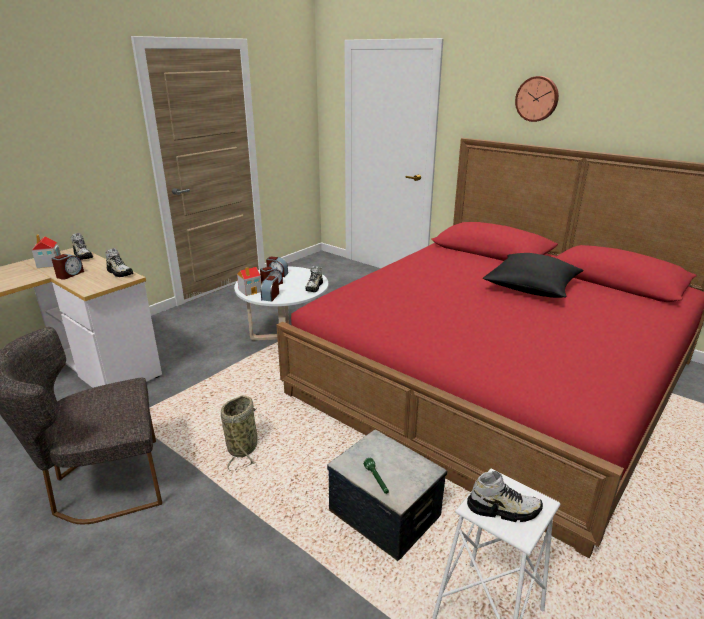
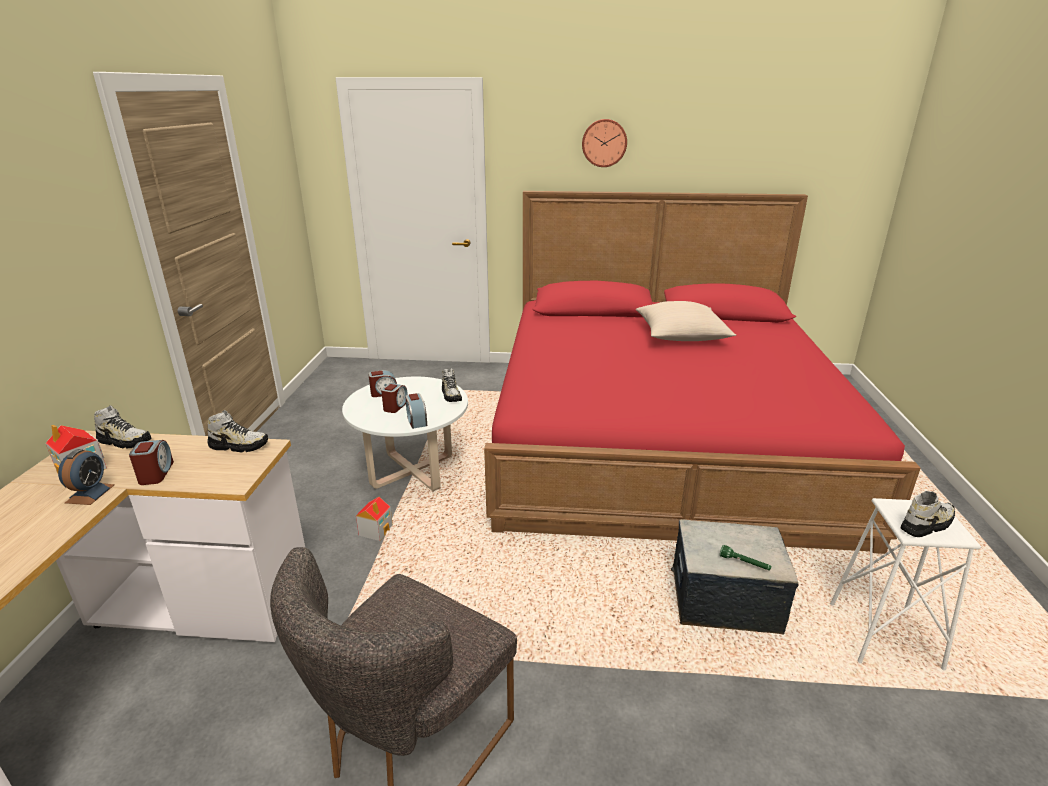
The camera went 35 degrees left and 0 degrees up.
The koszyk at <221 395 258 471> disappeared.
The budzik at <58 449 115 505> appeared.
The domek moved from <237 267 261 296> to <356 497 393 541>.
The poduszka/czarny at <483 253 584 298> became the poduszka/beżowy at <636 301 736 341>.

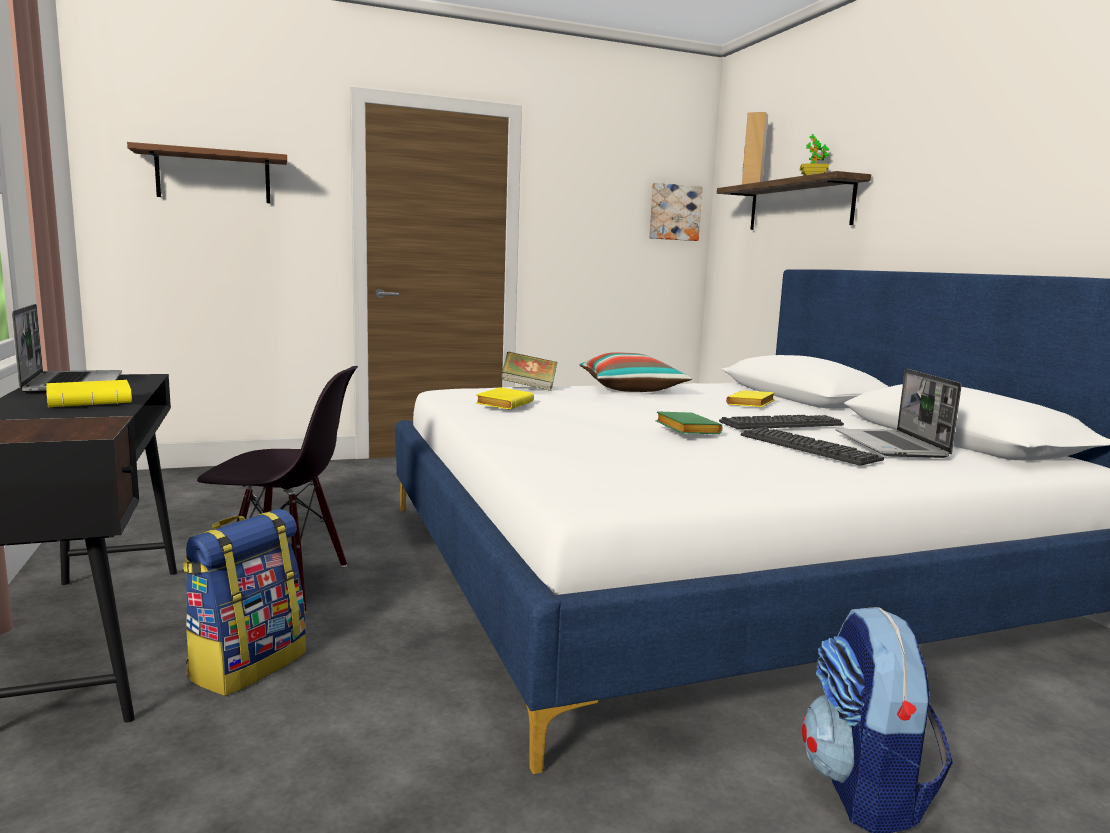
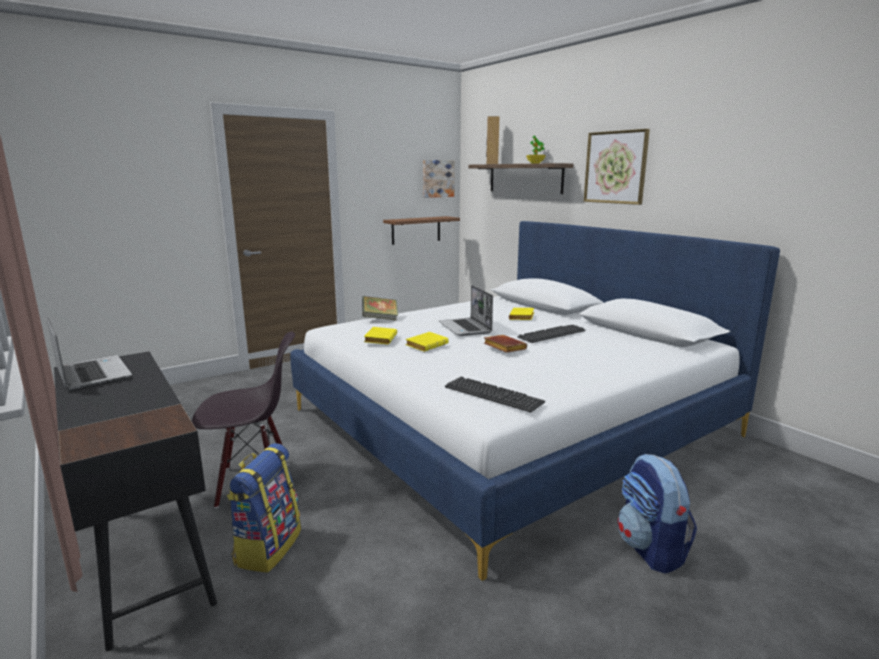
The camera went 15 degrees left and 5 degrees up.
The poduszka at <579 352 692 392> disappeared.
The obraz at <584 129 650 205> appeared.
The książka/żółty moved from <46 380 132 407> to <406 332 449 352>.
The półka/brązowy moved from <127 142 287 203> to <383 216 460 245>.
The klawiatura moved from <741 427 884 466> to <445 376 545 413>.
The laptop moved from <836 369 961 458> to <439 285 493 336>.
The książka/zielony at <656 411 723 434> became the książka/brązowy at <484 335 527 353>.

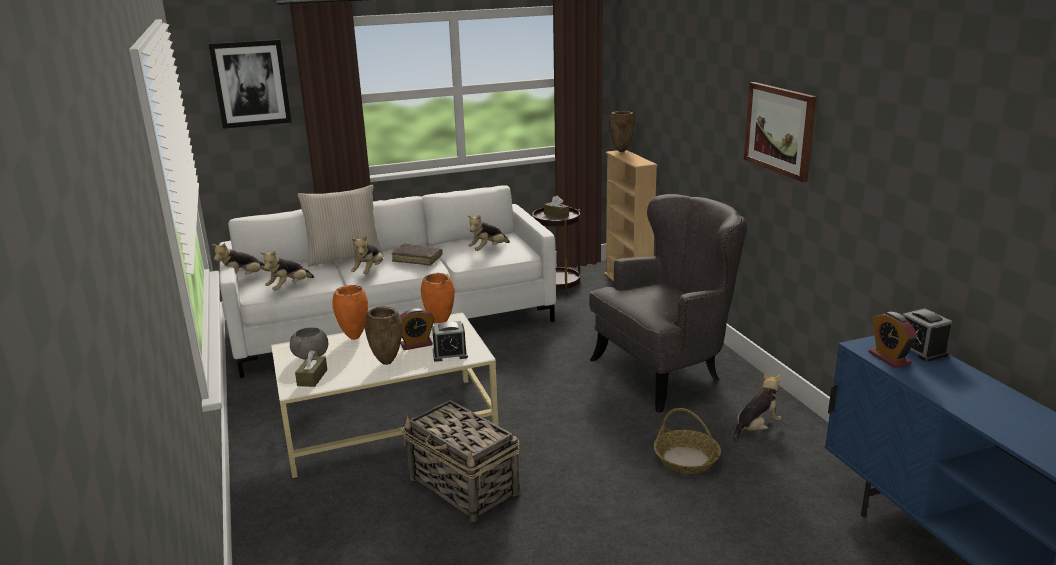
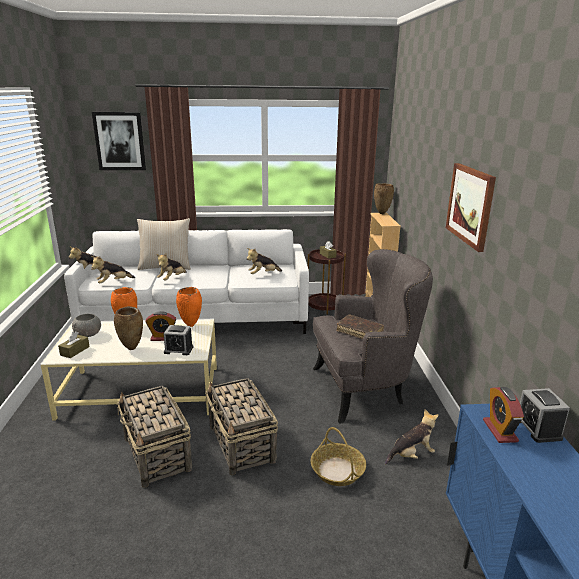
The camera went 15 degrees right and 0 degrees up.
The koszyk at <205 378 278 475> appeared.
The książka/brązowy moved from <392 244 443 266> to <336 314 384 339>.

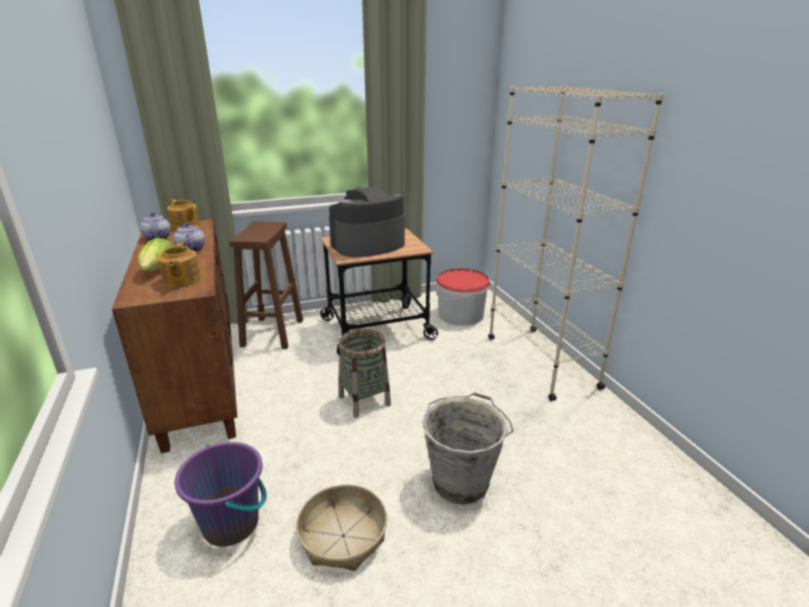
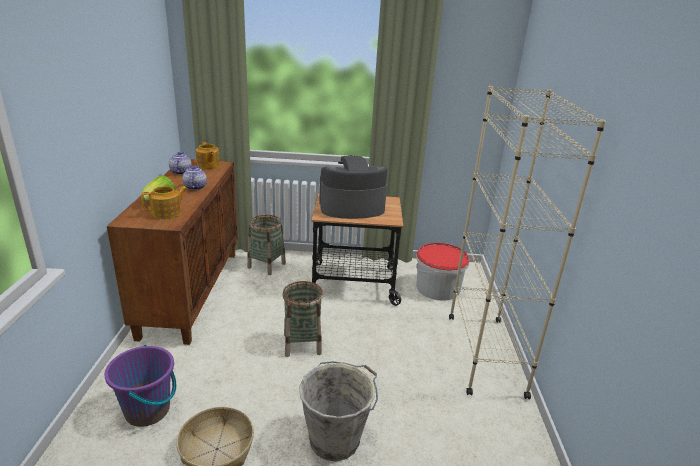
The camera went 20 degrees right and 0 degrees up.
The stołek/brązowy at <229 221 303 349> was replaced by the koszyk at <247 215 286 275>.
The imbryk at <158 242 201 288> turned 135 degrees counterclockwise.

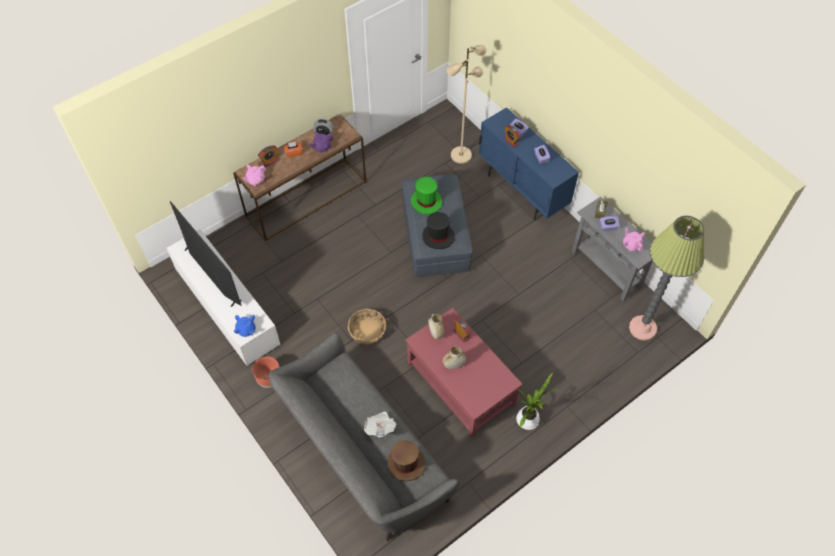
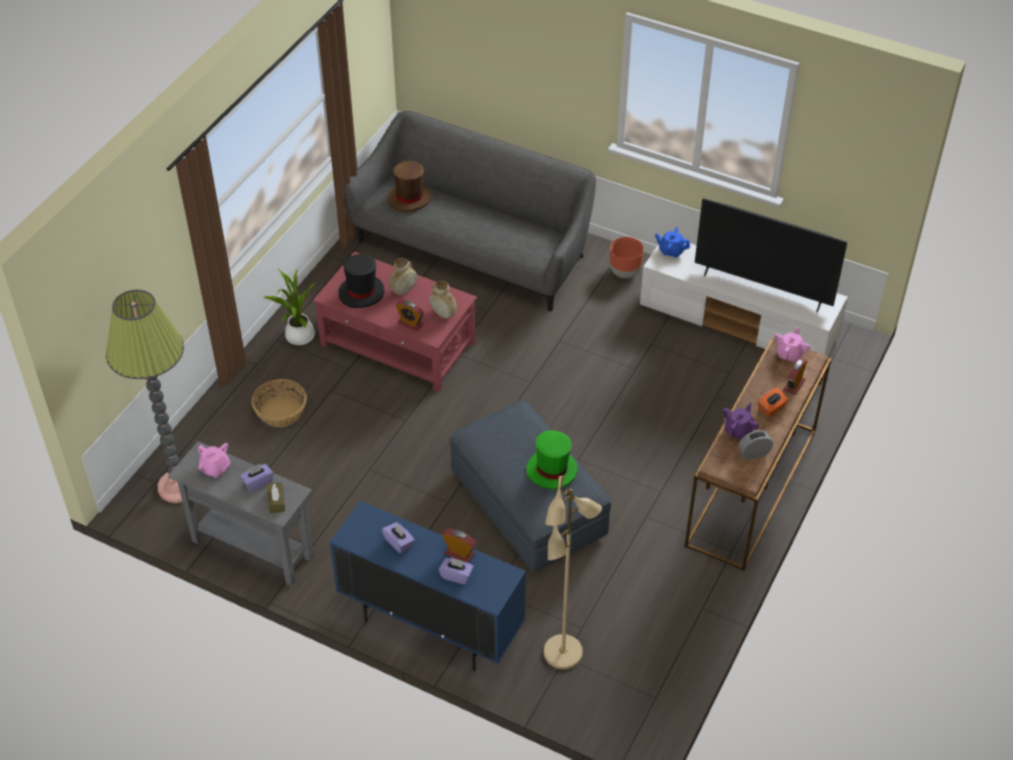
The camera went 155 degrees right and 10 degrees down.
The gazeta at <364 412 397 438> disappeared.
The koszyk moved from <348 309 386 344> to <252 379 307 427>.
The kapelusz/czarny moved from <422 212 455 249> to <338 254 385 308>.

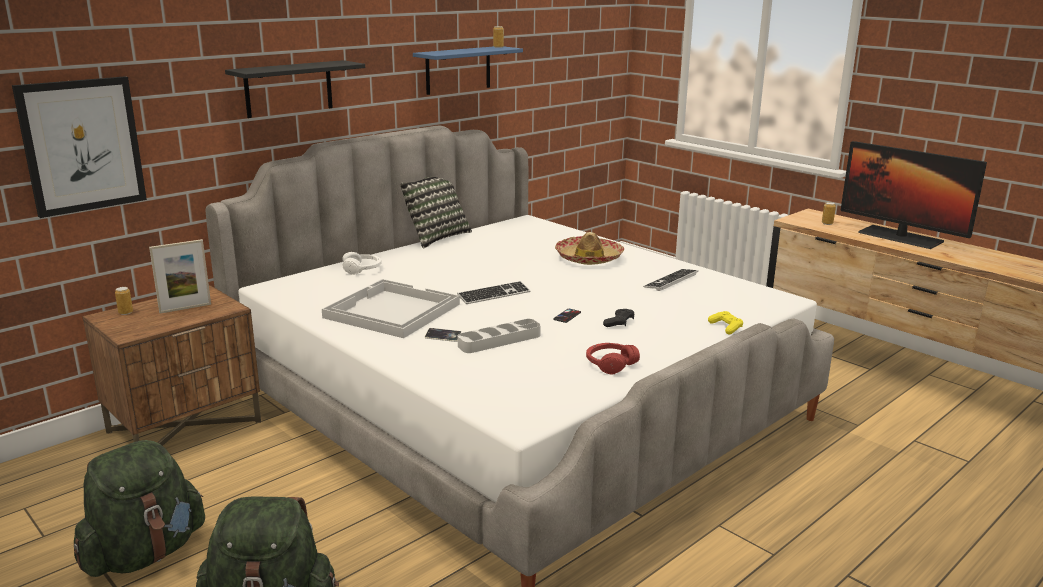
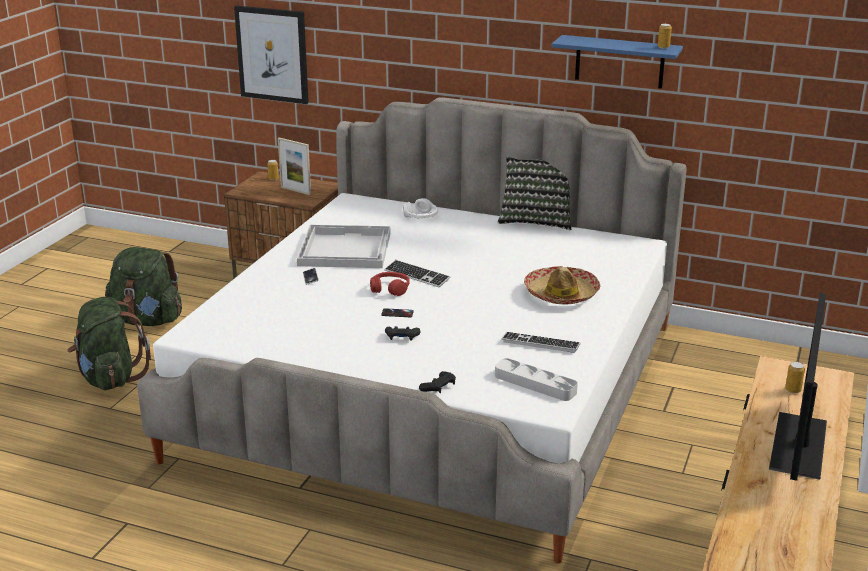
The camera went 65 degrees right and 5 degrees up.
The półka/czarny at <225 60 365 118> disappeared.
The taca/szary moved from <458 319 541 353> to <495 358 578 401>.
The słuchawki/czerwony moved from <586 343 640 374> to <370 272 410 296>.
The pad do gier/żółty at <708 311 743 334> became the pad do gier/czarny at <419 371 456 393>.

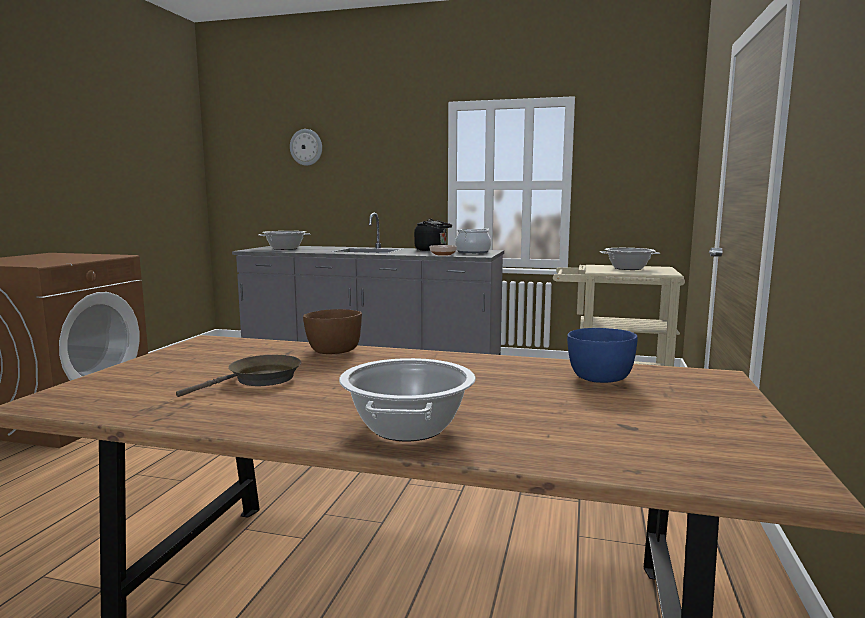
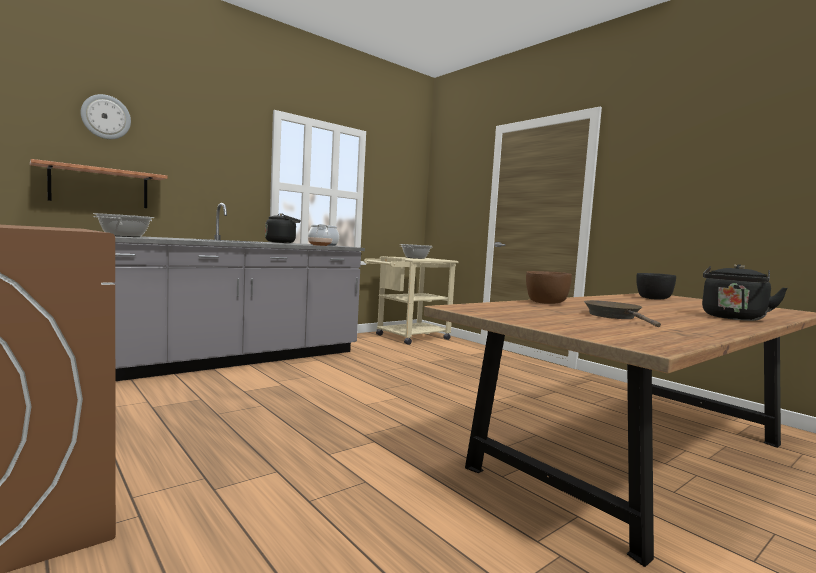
The camera went 55 degrees left and 5 degrees down.
The półka at <30 159 168 208> appeared.
The garnek at <339 358 476 441> was replaced by the czajnik/czarny at <702 264 788 321>.
The miska/niebieski at <567 328 638 383> became the miska/czarny at <636 273 676 299>.

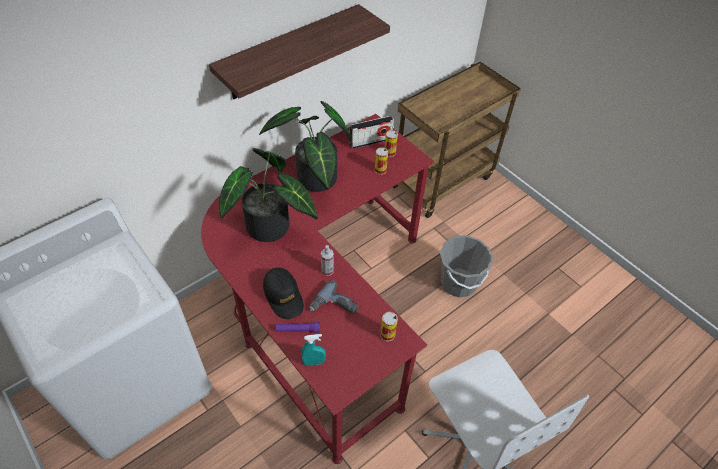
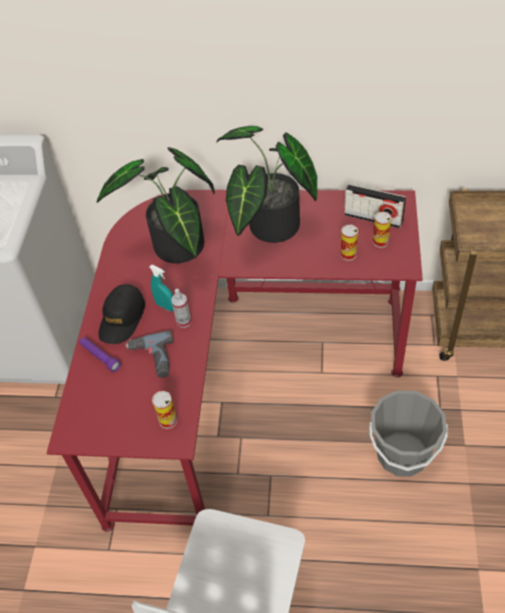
The camera went 50 degrees right and 0 degrees up.
The półka at <209 4 390 100> disappeared.
The spryskiwacz/turkusowy moved from <301 334 326 366> to <149 265 173 311>.

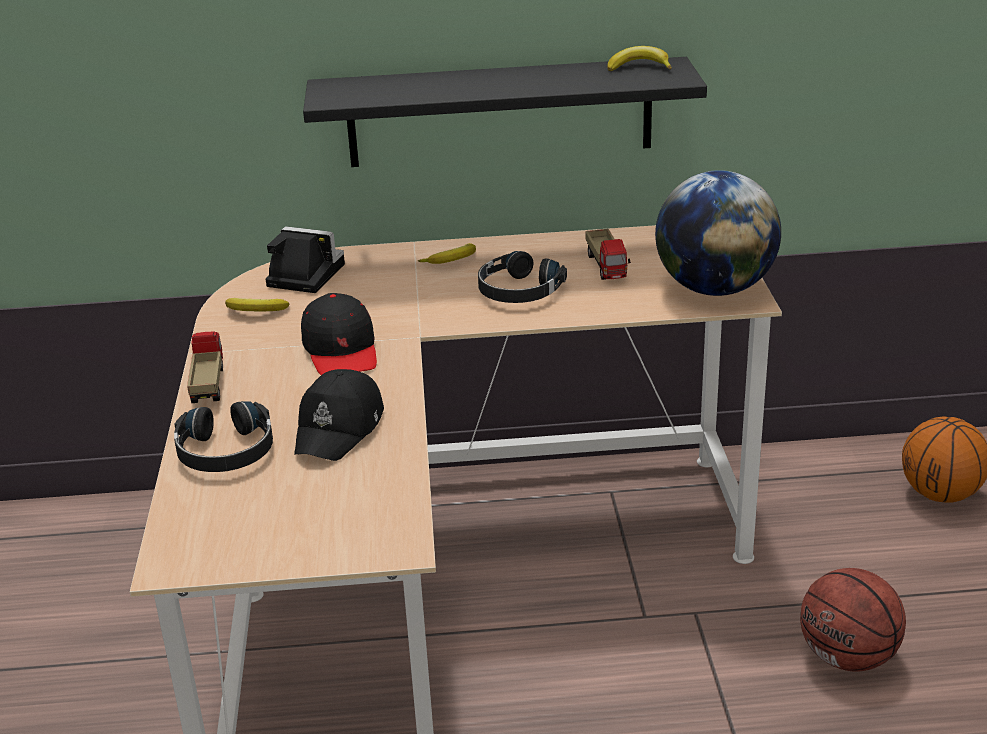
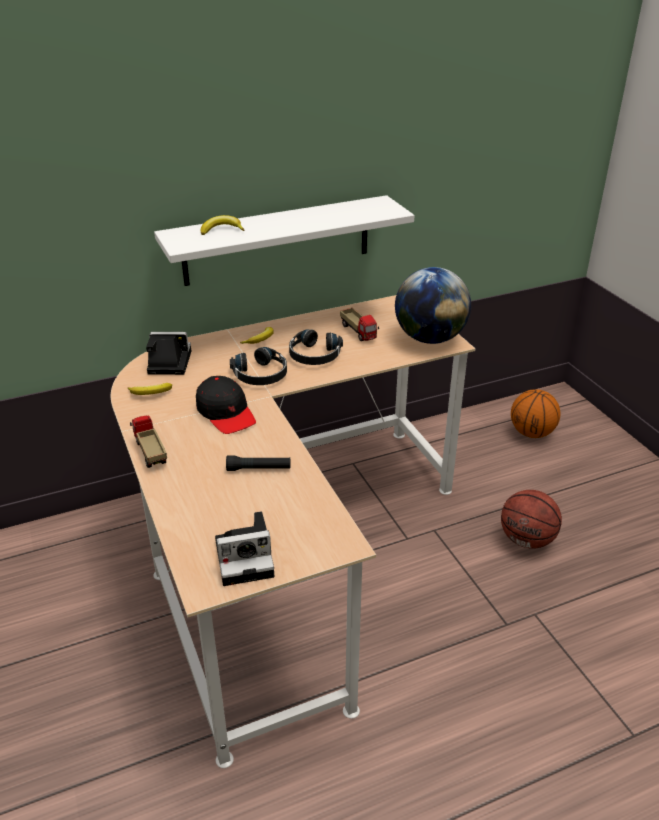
The camera went 20 degrees left and 5 degrees up.
The aparat fotograficzny at <215 511 274 586> appeared.
The słuchawki/czarny moved from <174 401 273 472> to <230 347 287 385>.
The banan moved from <607 46 672 71> to <201 215 244 235>.
The czapka z daszkiem/czarny at <294 369 384 461> was replaced by the latarka/czarny at <226 455 290 471>.
The półka/czarny at <303 57 707 167> became the półka/biały at <154 195 414 286>.

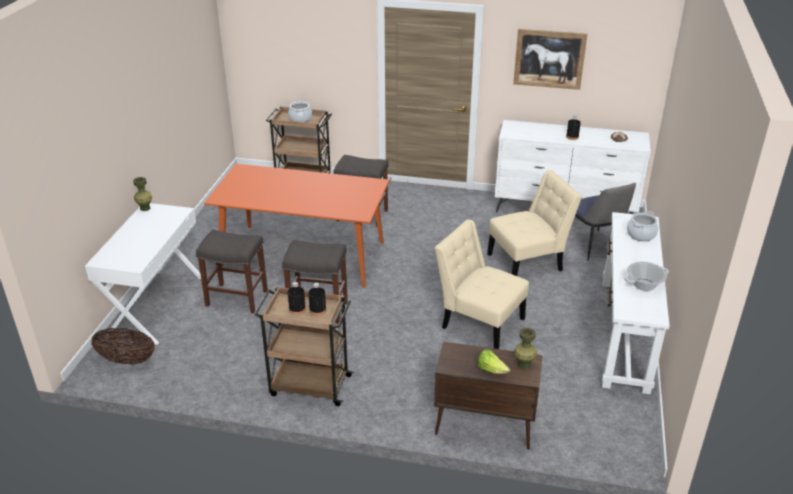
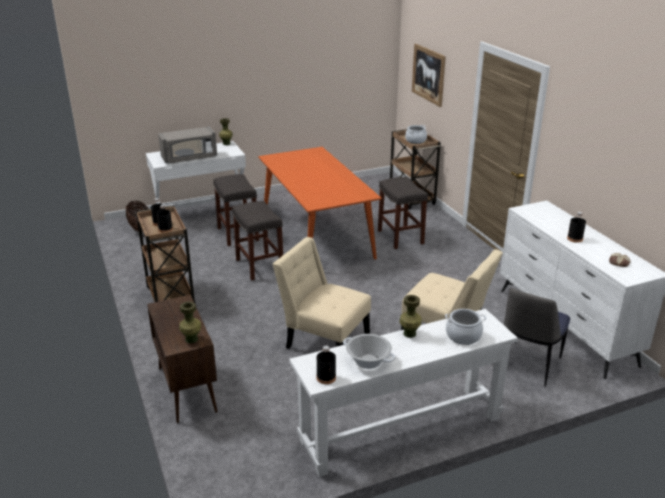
The camera went 55 degrees right and 5 degrees down.
The sałata at <478 349 510 374> disappeared.
The mikrofalówka/szary at <158 126 217 163> appeared.
The butelka/czarny at <316 346 336 384> appeared.
The wazon/zielony at <399 295 422 338> appeared.
The obraz moved from <513 29 587 90> to <412 44 446 107>.
The krzesło/beżowy at <435 219 529 349> turned 60 degrees counterclockwise.

